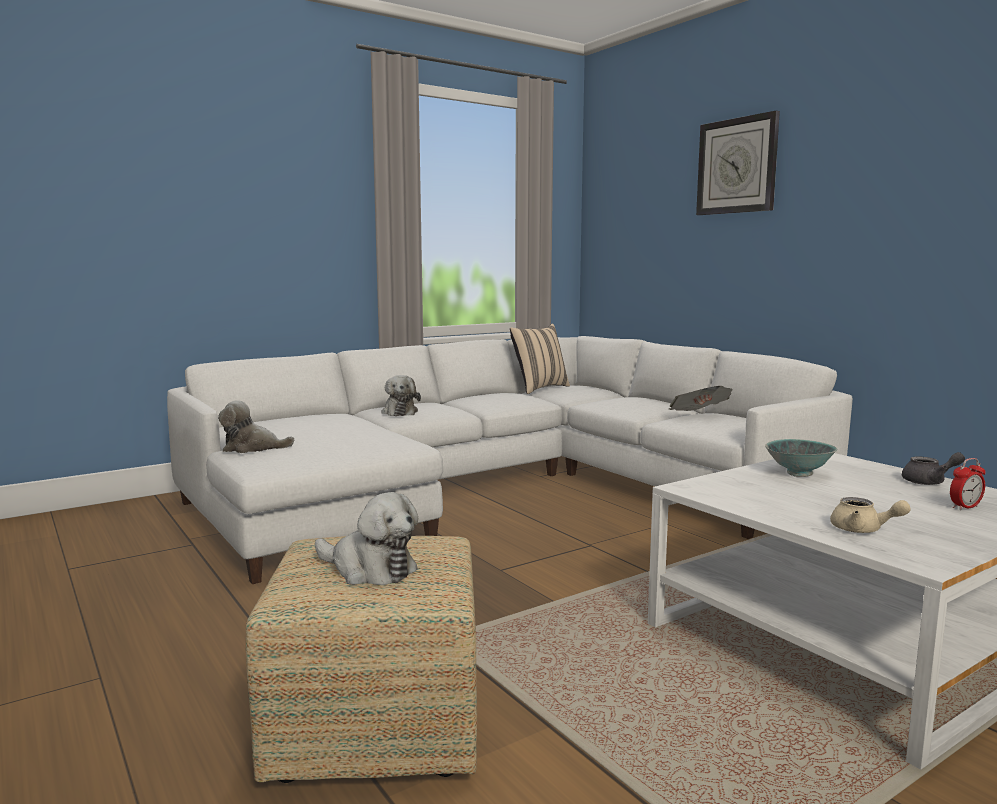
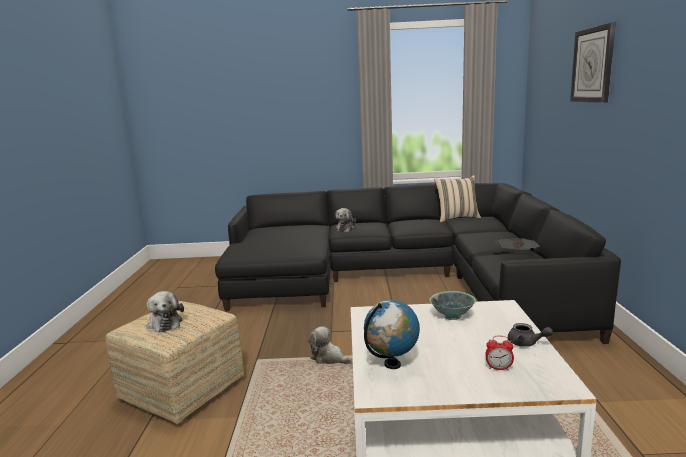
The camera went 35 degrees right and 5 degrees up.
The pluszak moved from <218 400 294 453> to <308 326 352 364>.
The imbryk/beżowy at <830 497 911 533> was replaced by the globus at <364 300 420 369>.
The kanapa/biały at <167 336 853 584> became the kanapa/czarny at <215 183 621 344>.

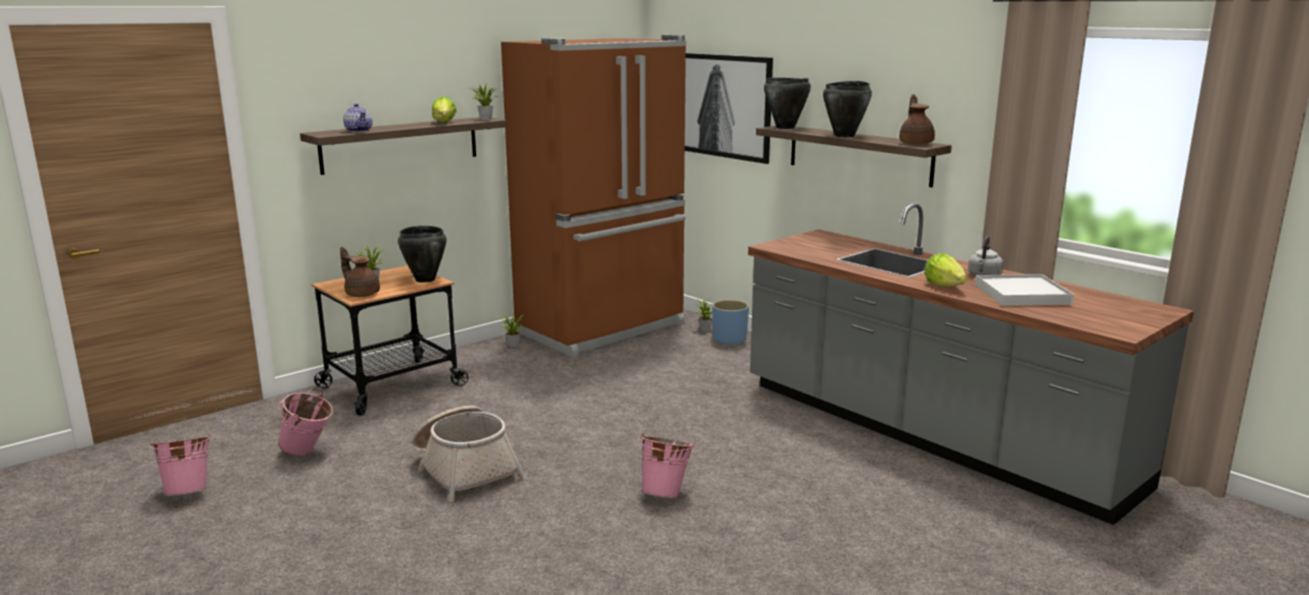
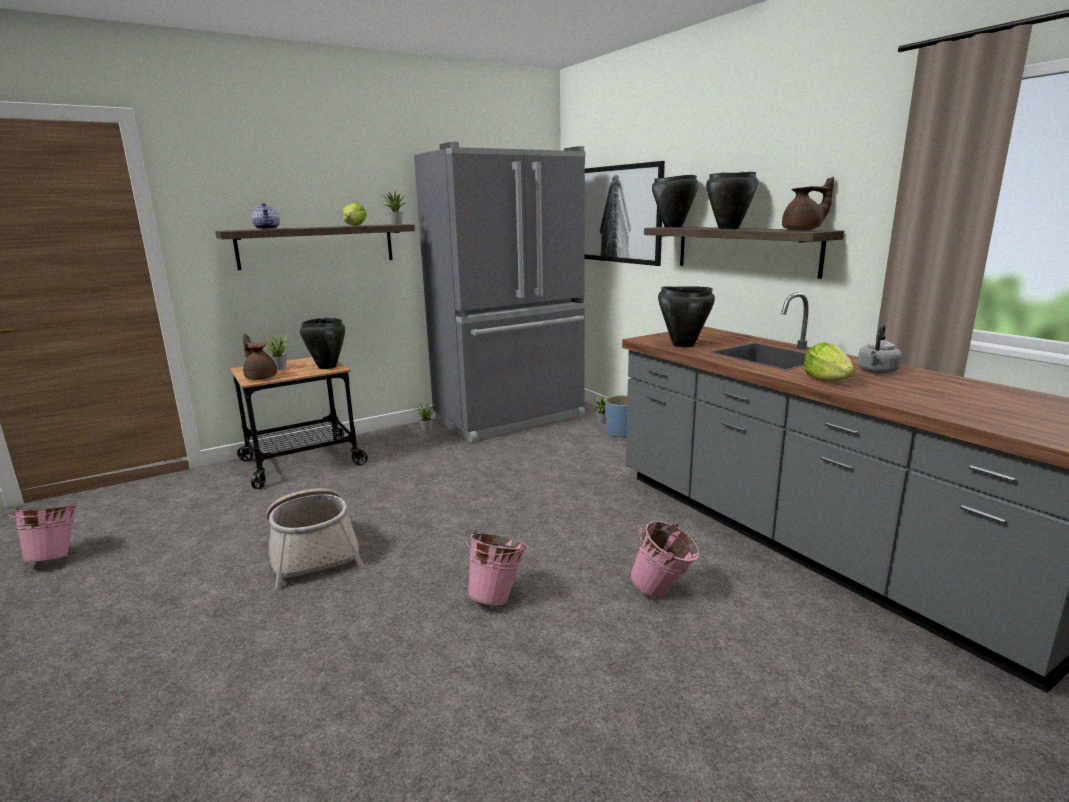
The camera went 10 degrees right and 0 degrees up.
The taca/biały at <975 274 1074 306> disappeared.
The garnek/czarny at <658 287 715 347> appeared.
The wiadro/różowy moved from <278 393 333 456> to <630 521 700 598>.
The lodówka/brązowy at <501 35 686 357> became the lodówka/szary at <414 142 585 443>.
The imbryk/brązowy at <899 94 935 145> turned 75 degrees clockwise.

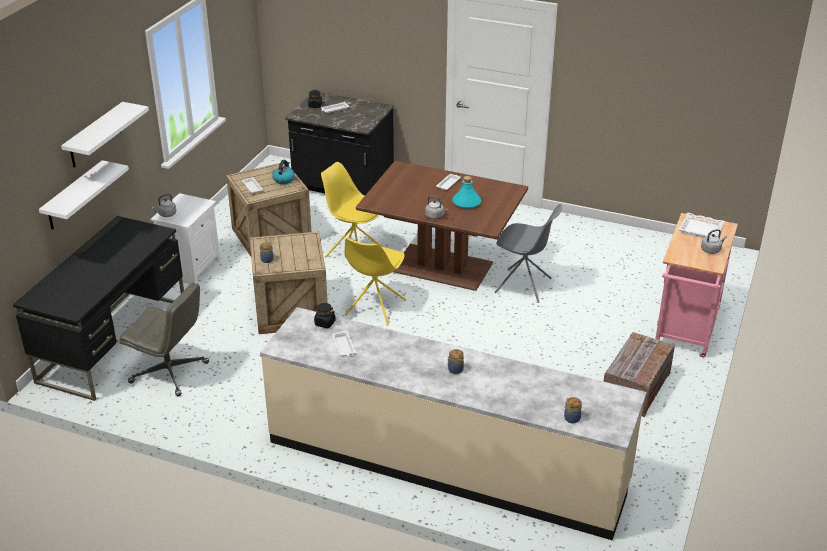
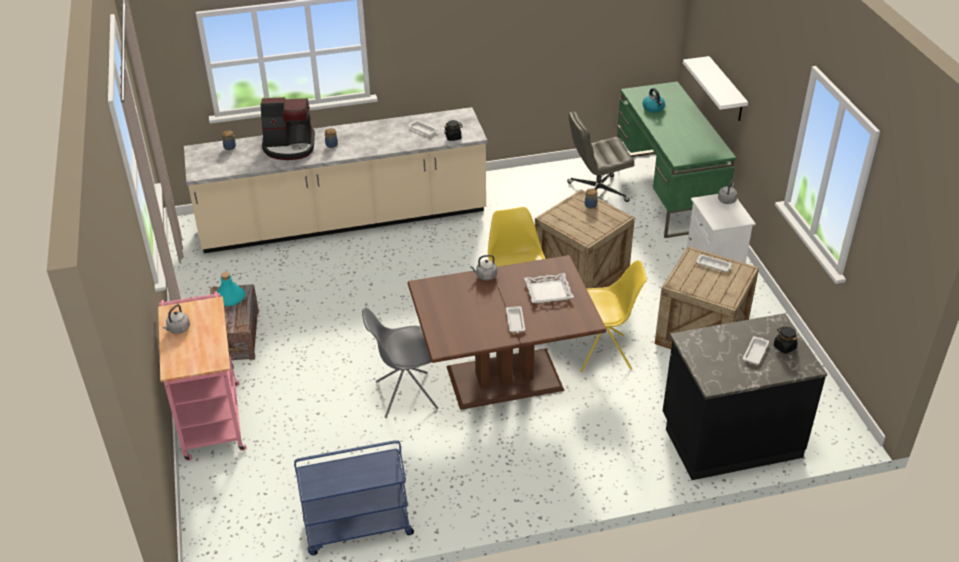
The camera went 145 degrees right and 5 degrees up.
The półka/biały at <61 102 149 167> disappeared.
The ekspres do kawy at <260 97 315 160> appeared.
The wózek/niebieski at <294 440 414 555> appeared.
The czajnik moved from <272 160 295 184> to <643 88 665 113>.
The butelka/turkusowy moved from <452 176 481 209> to <216 272 245 306>.
The taca/biały moved from <678 213 725 238> to <524 273 574 303>.
The biurko/czarny at <13 216 184 401> became the biurko/zielony at <617 81 736 238>.

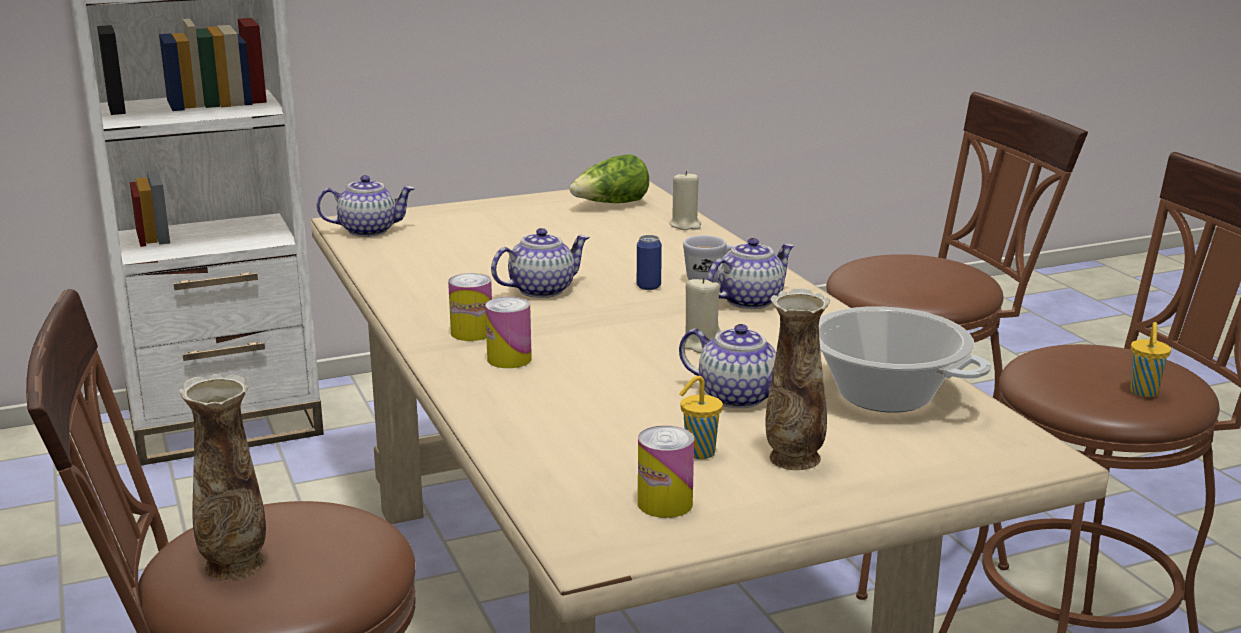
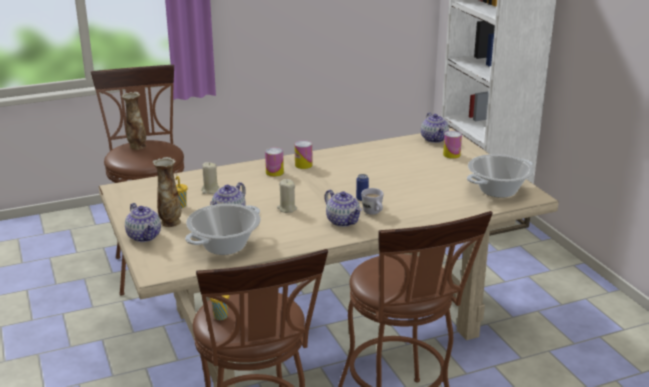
The camera went 90 degrees right and 5 degrees up.
The imbryk moved from <491 228 590 298> to <125 203 161 242>.
The puszka moved from <638 425 694 518> to <443 131 462 159>.
The świeca/beżowy moved from <670 171 701 230> to <201 162 219 194>.
The sałata at <570 154 649 203> was replaced by the garnek at <467 154 534 198>.

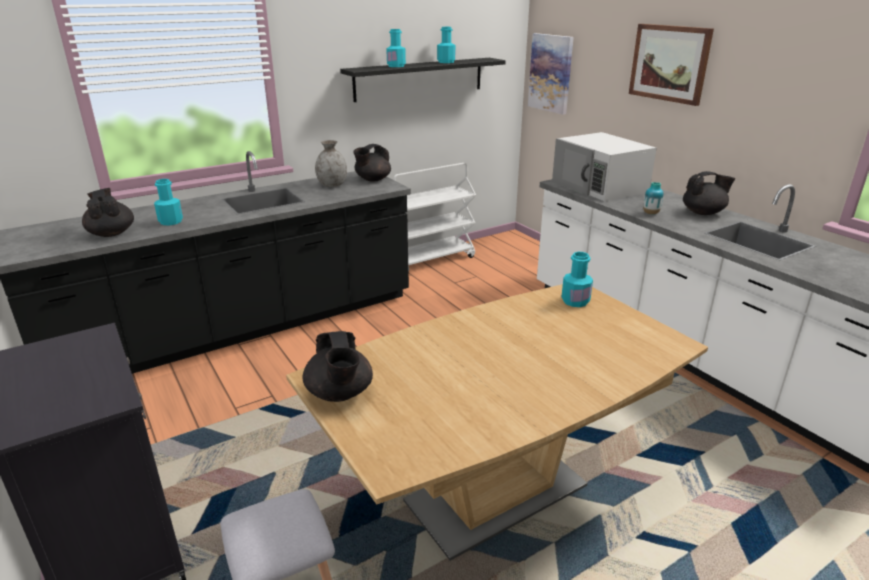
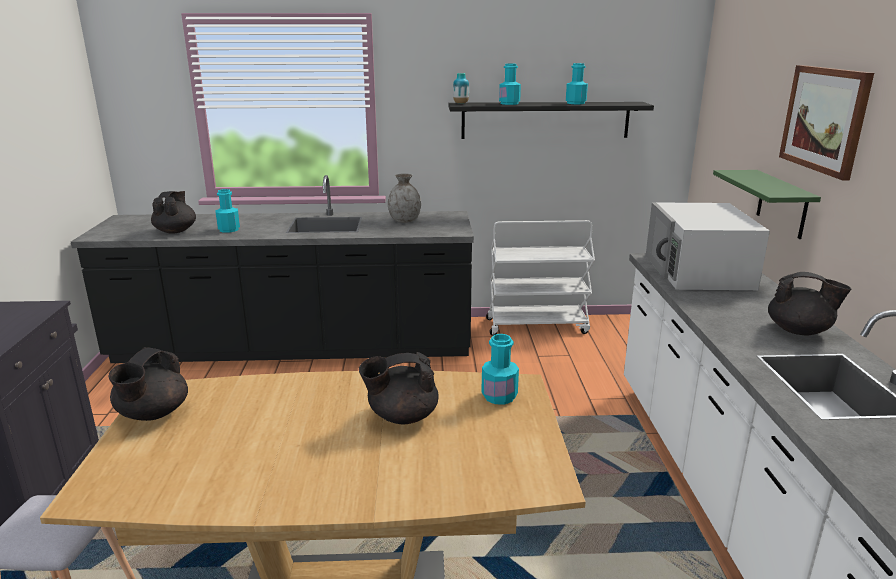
The camera went 30 degrees right and 5 degrees down.
The obraz at <528 33 574 115> disappeared.
The półka/zielony at <713 170 821 239> appeared.
The imbryk/czarny moved from <353 144 391 181> to <359 352 439 424>.
The wazon moved from <643 182 663 214> to <453 73 469 104>.

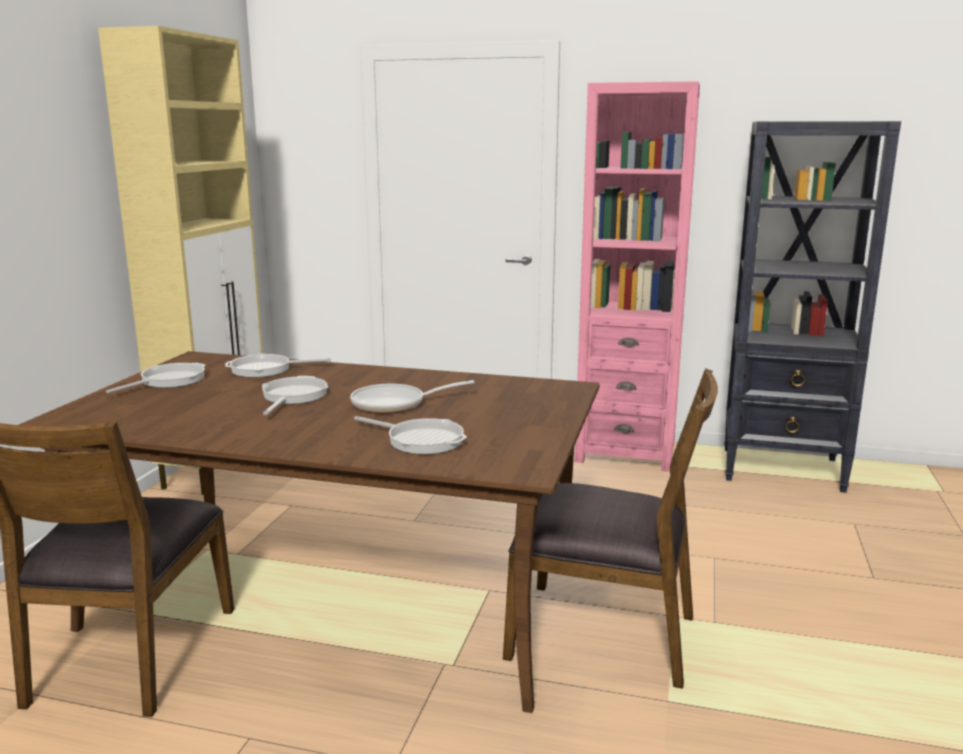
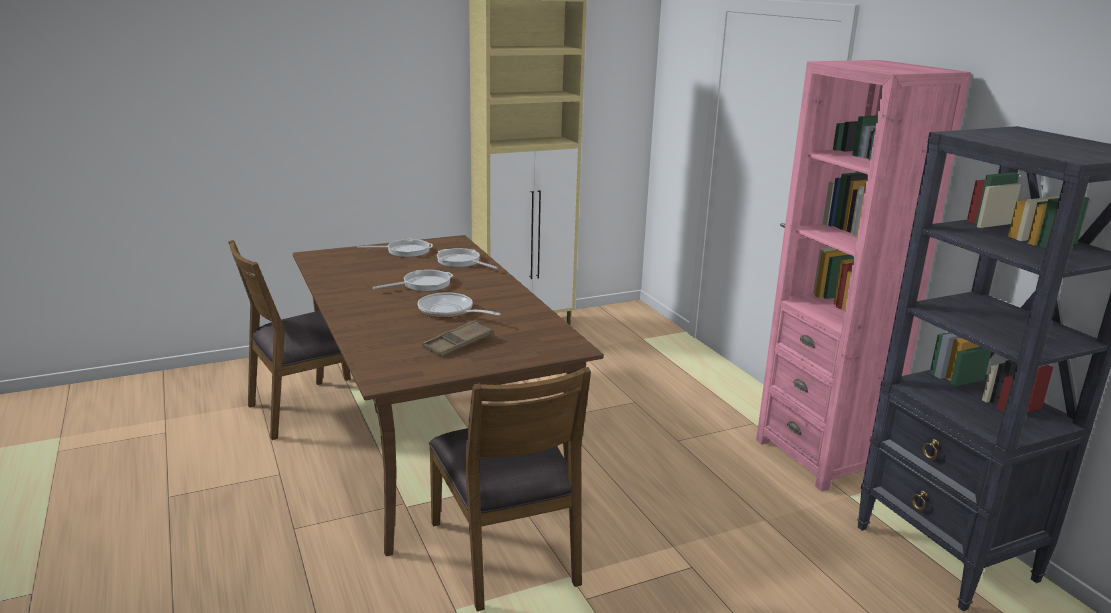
The camera went 50 degrees right and 5 degrees up.
The patelnia at <354 416 467 454> disappeared.
The taca/brązowy at <423 320 493 357> appeared.

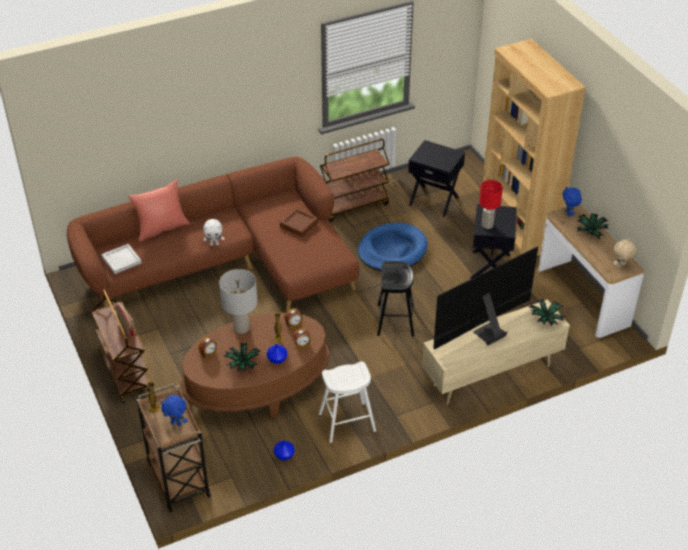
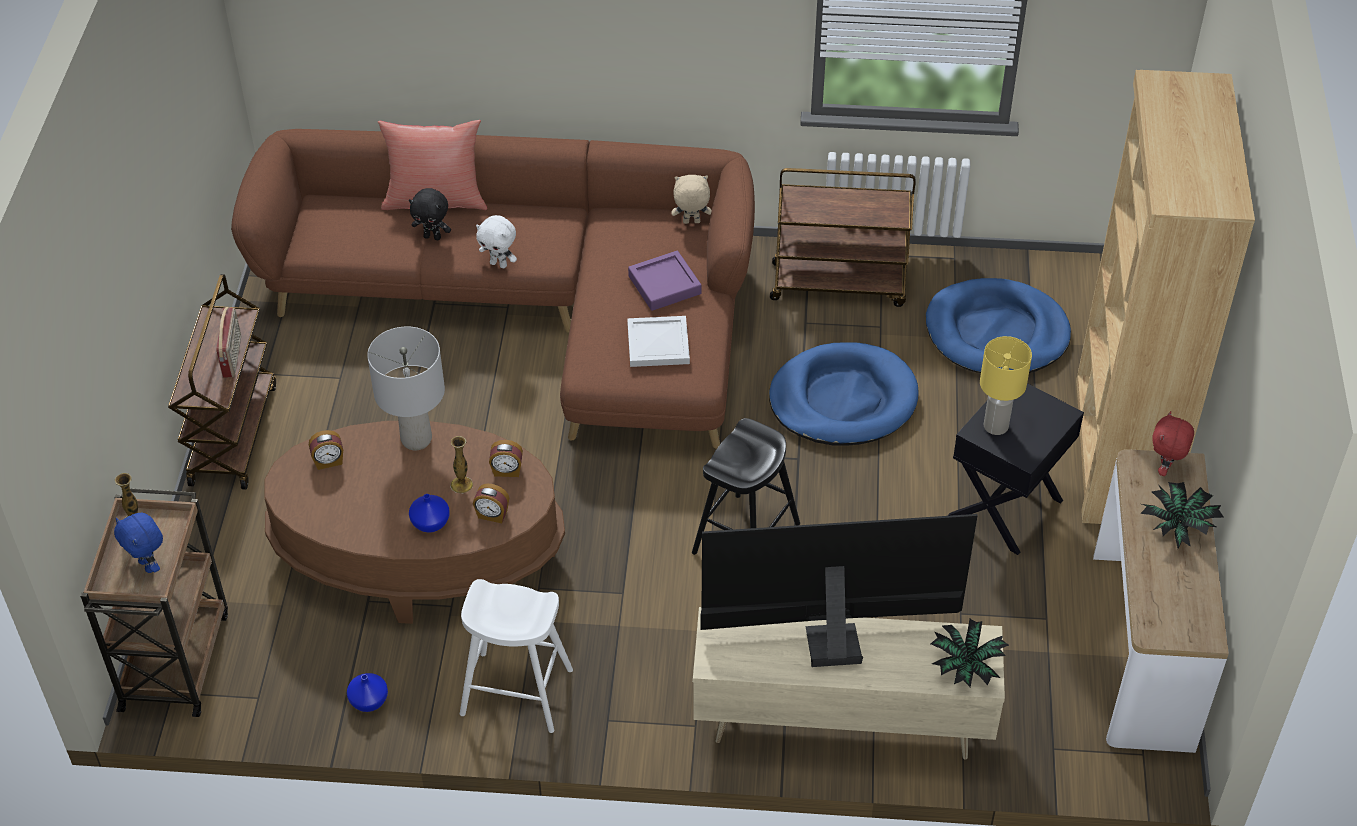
The camera went 30 degrees right and 5 degrees up.
The roślina doniczkowa at <223 343 260 372> disappeared.
The pluszak/czarny at <409 188 451 240> appeared.
The taca/biały moved from <102 244 142 274> to <627 316 690 367>.
The pluszak/beżowy moved from <614 238 637 268> to <671 175 712 224>.
The stolik/czarny at <408 140 465 217> was replaced by the legowisko/niebieski at <926 278 1071 373>.
The taca/brązowy at <280 208 318 237> became the taca/fioletowy at <628 251 701 311>.
The lampa stołowa/czerwony at <479 180 503 229> became the lampa stołowa/żółty at <980 336 1032 435>.
The pluszak/niebieski at <563 186 582 216> became the pluszak/czerwony at <1152 411 1194 476>.

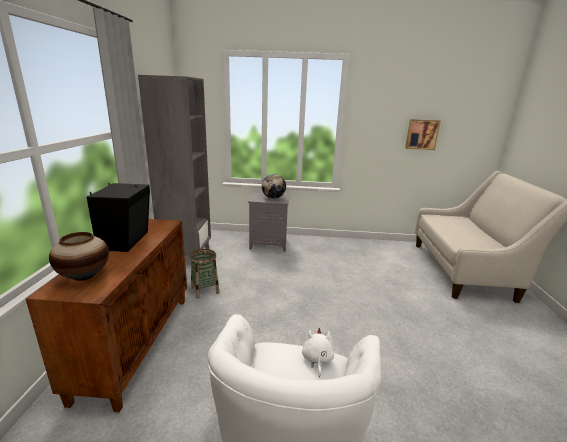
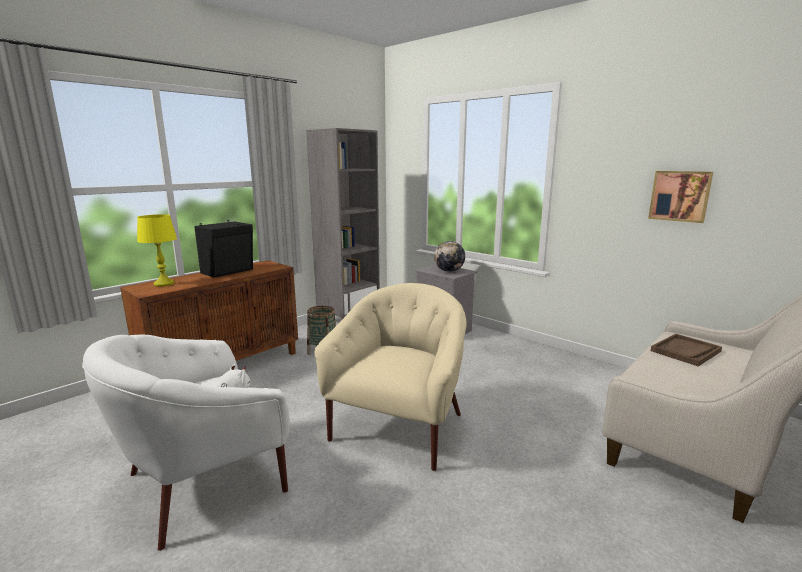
The camera went 40 degrees right and 5 degrees down.
The fotel/beżowy at <314 283 467 471> appeared.
The taca/brązowy at <651 334 722 366> appeared.
The wazon at <49 232 109 281> was replaced by the lampa stołowa/żółty at <137 214 177 287>.

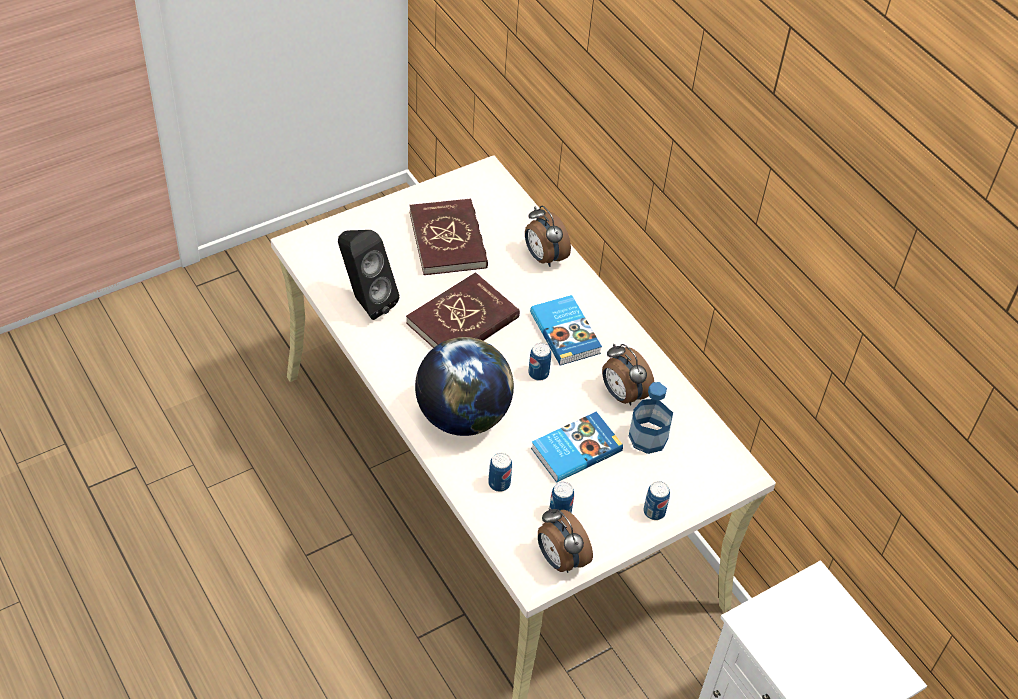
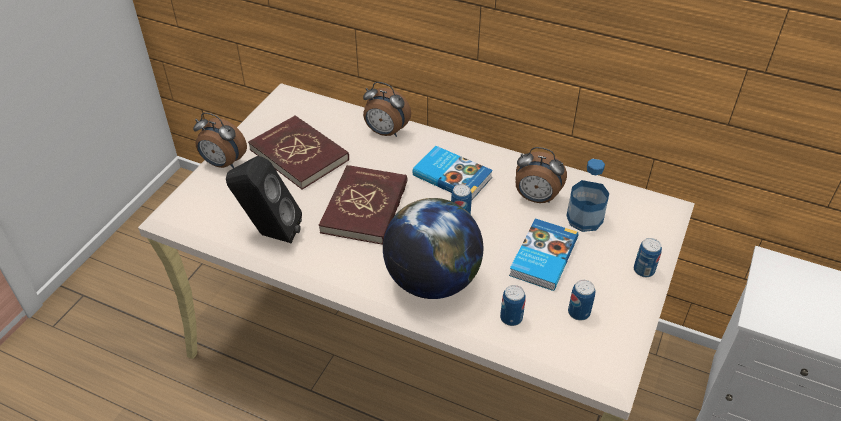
The camera went 30 degrees left and 5 degrees down.
The budzik moved from <538 507 593 573> to <193 112 247 168>.

